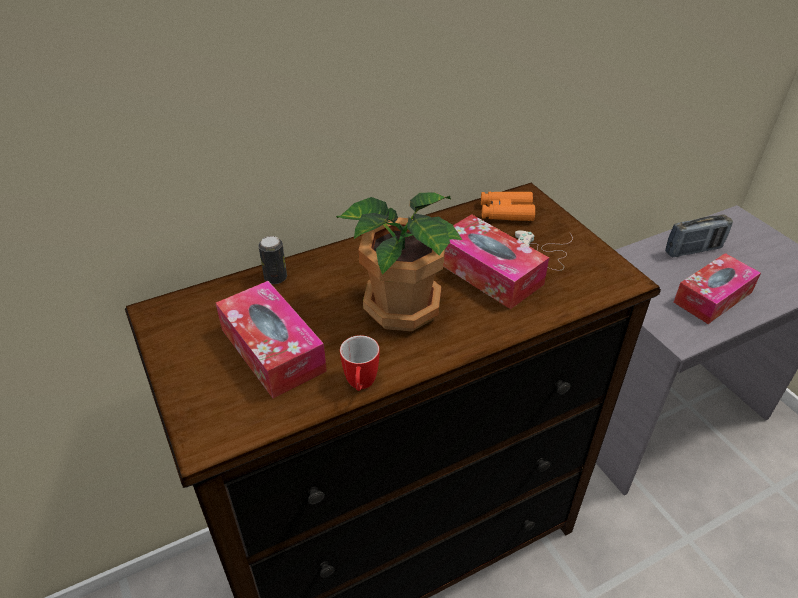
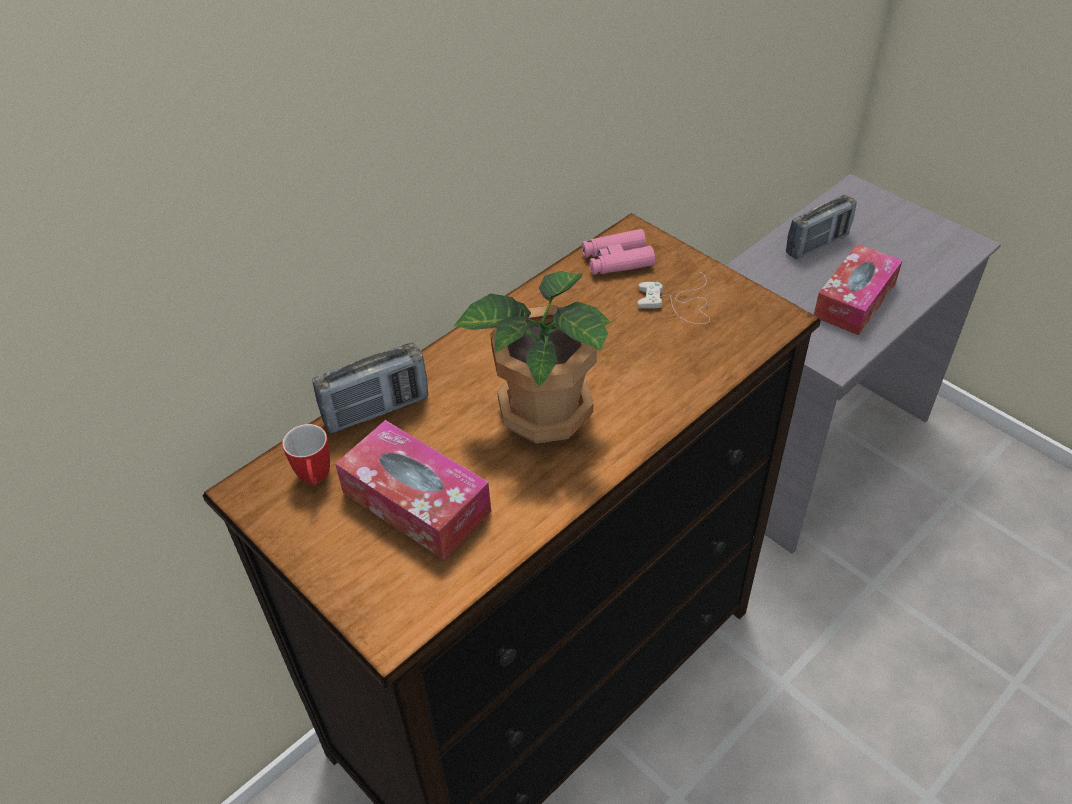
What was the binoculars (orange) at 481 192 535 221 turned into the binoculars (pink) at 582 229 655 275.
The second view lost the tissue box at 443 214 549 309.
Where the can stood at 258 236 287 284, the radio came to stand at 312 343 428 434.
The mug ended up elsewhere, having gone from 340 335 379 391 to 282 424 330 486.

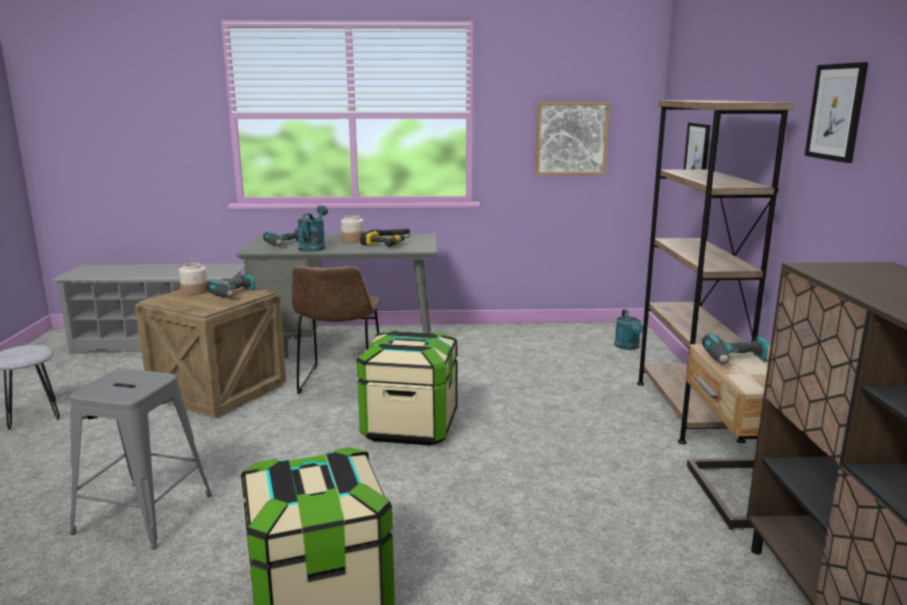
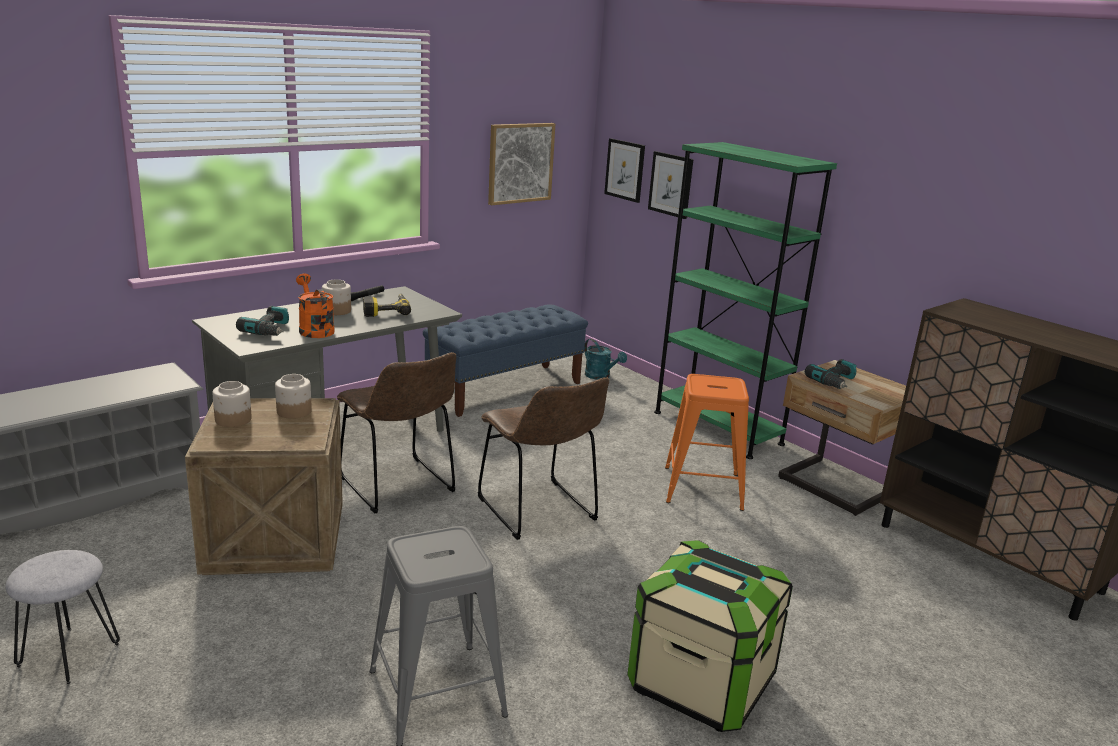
The picture ended up elsewhere, having gone from 805 62 868 163 to 604 138 645 203.
What was the bookcase (brown) at 637 100 794 444 turned into the bookcase (green) at 654 142 837 459.
What was the watering can (turquoise) at 297 206 328 252 turned into the watering can (orange) at 296 273 335 338.
Where the power drill stood at 206 274 256 298, the jar came to stand at 275 374 312 419.
Where the storage box stood at 357 330 457 446, the chair (brown) came to stand at 478 377 609 540.
The second view gained the bench (blue) at 423 304 588 417.
The second view gained the stool (orange) at 665 374 749 511.

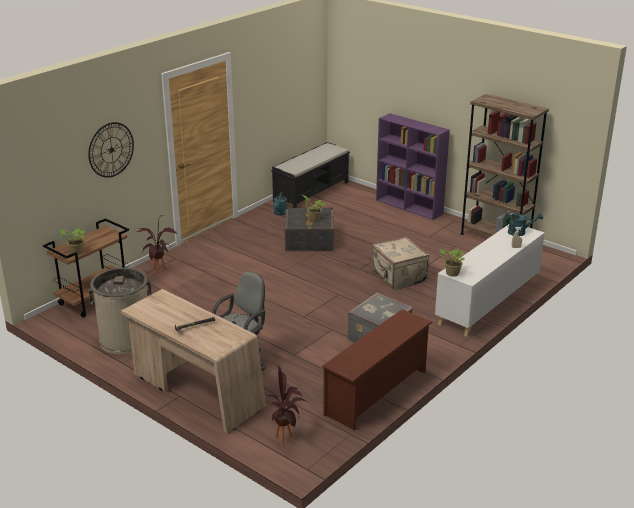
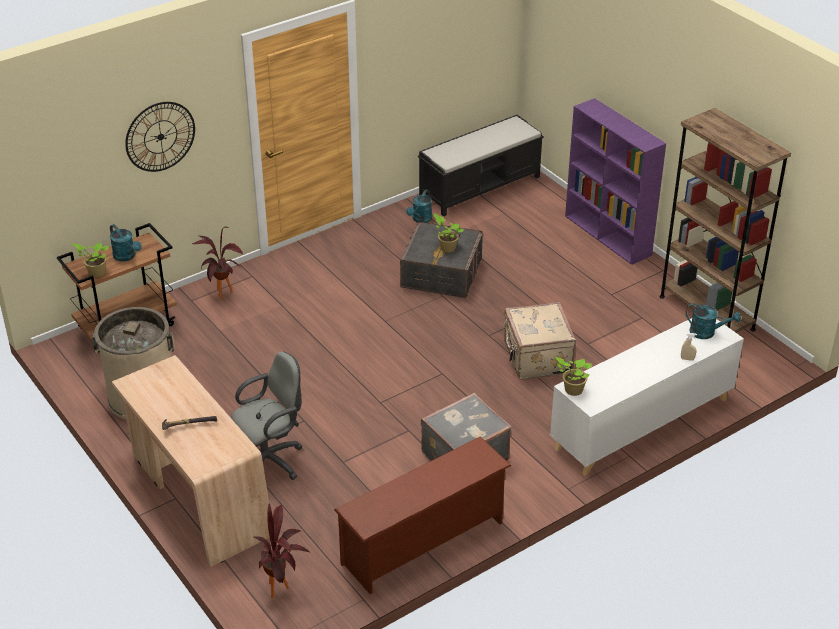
The second view gained the watering can (turquoise) at 110 224 142 262.

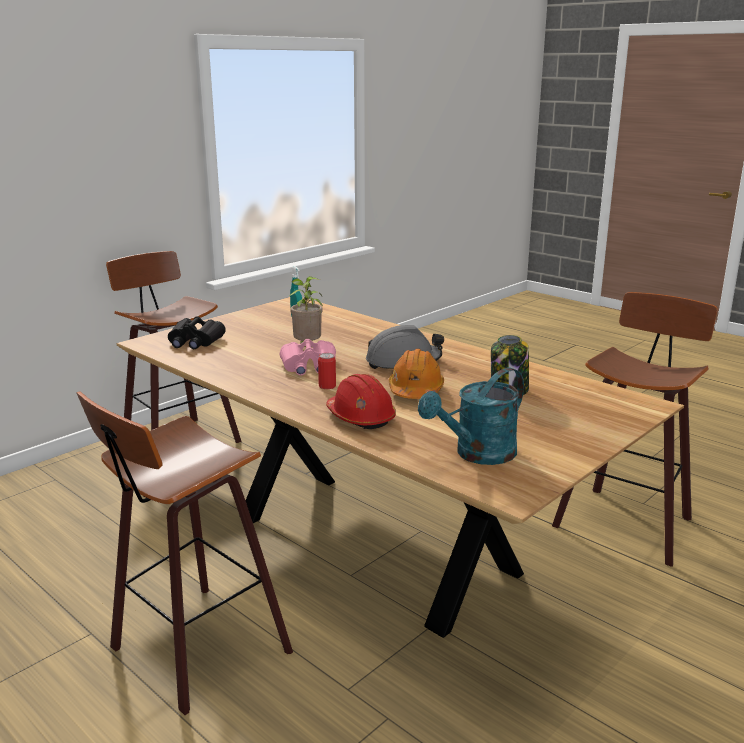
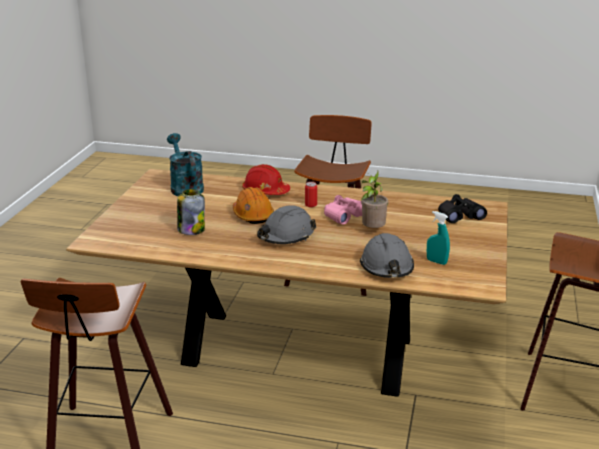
The watering can (turquoise) at 418 367 524 465 ended up facing another way, 45 degrees counterclockwise from before.
The second view gained the hard hat (grey) at 360 233 414 278.

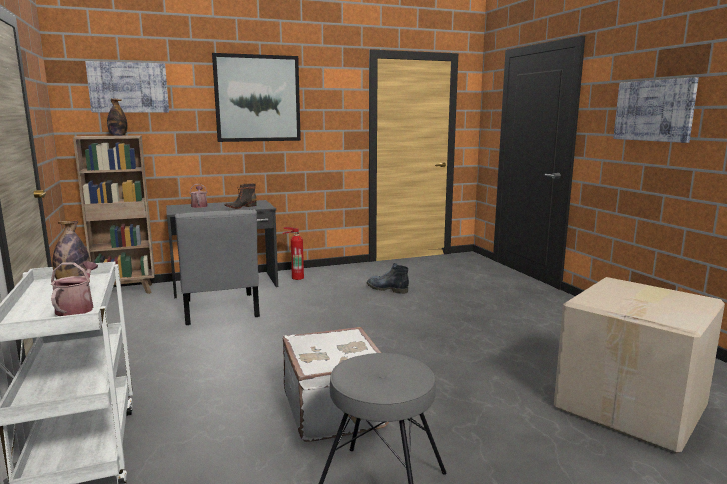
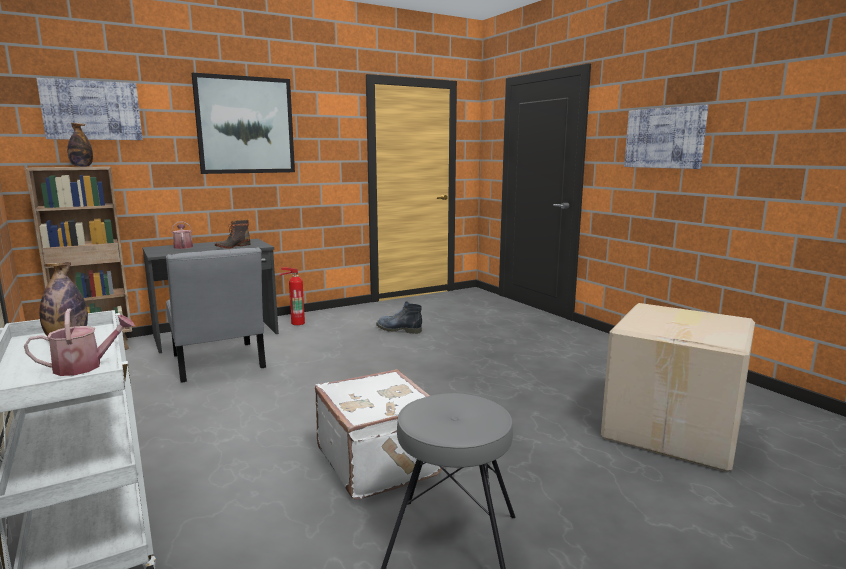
The watering can at 51 262 98 316 ended up facing another way, 75 degrees clockwise from before.

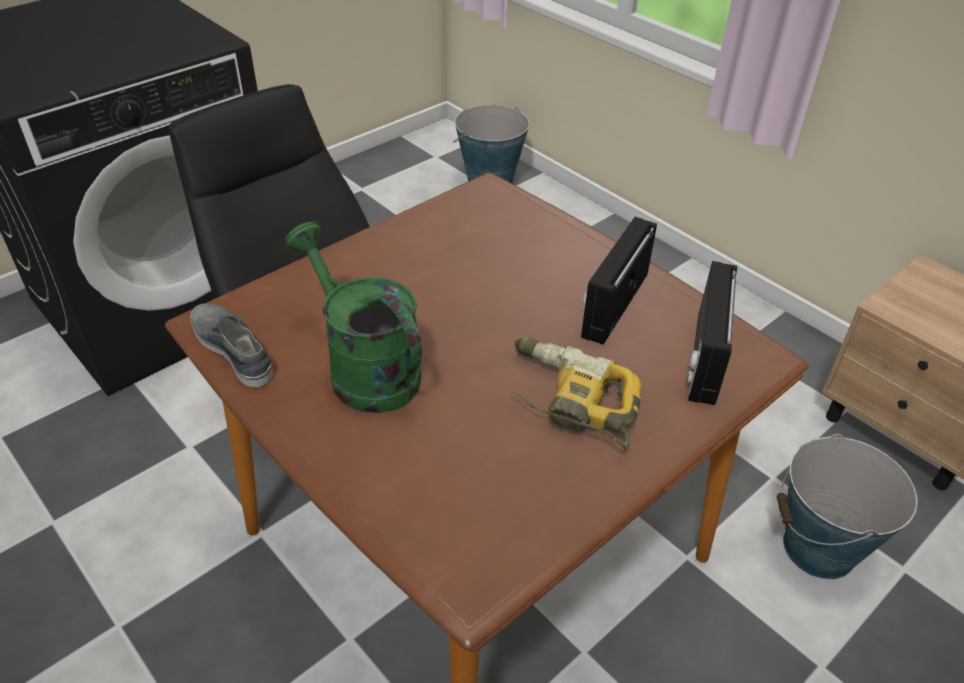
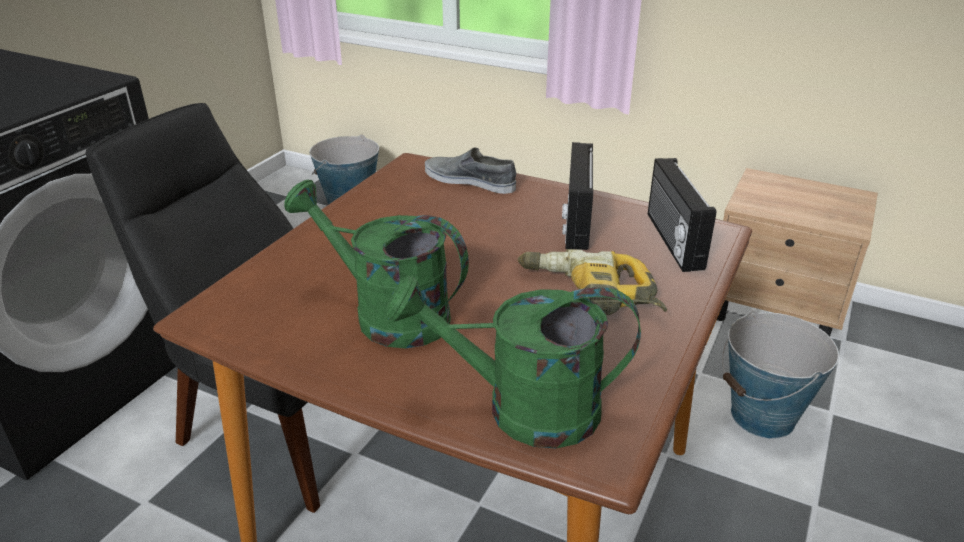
The shoe (grey) ended up elsewhere, having gone from 190 304 273 387 to 425 148 516 194.
The second view gained the watering can (green) at 386 275 641 448.

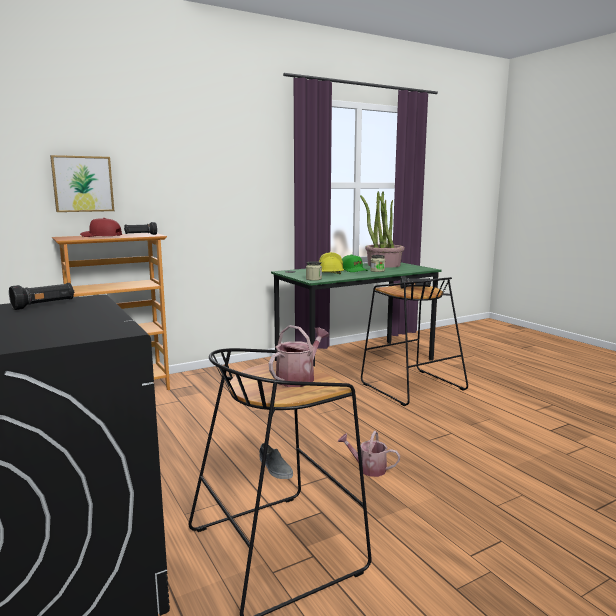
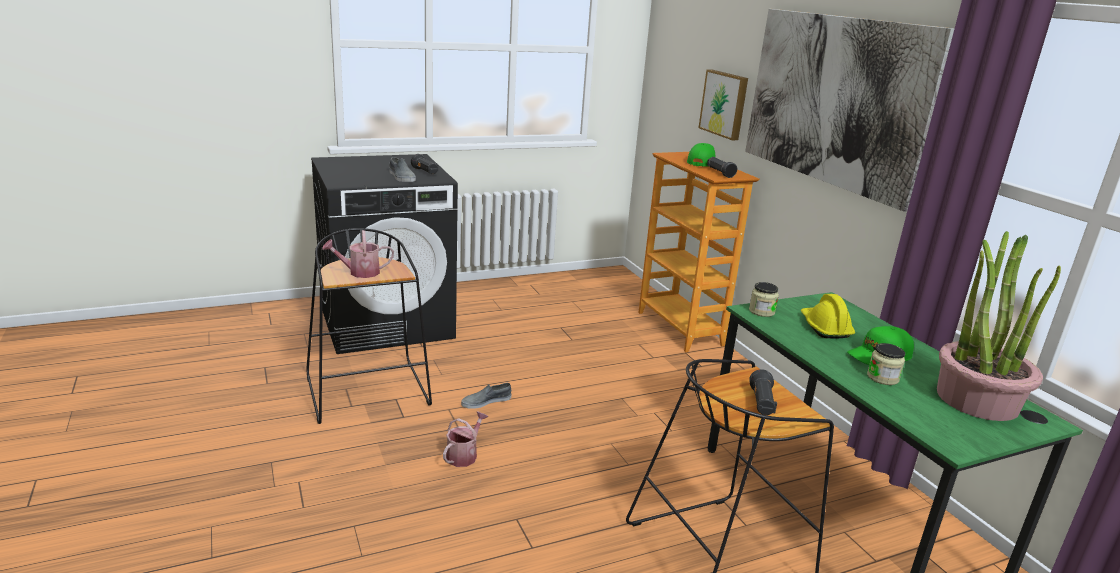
What was the cap (red) at 80 218 122 237 turned into the cap (green) at 687 143 715 167.
The watering can at 269 325 329 387 ended up facing another way, 120 degrees clockwise from before.
The second view gained the picture at 745 9 955 212.
The second view gained the shoe (grey) at 389 157 416 182.

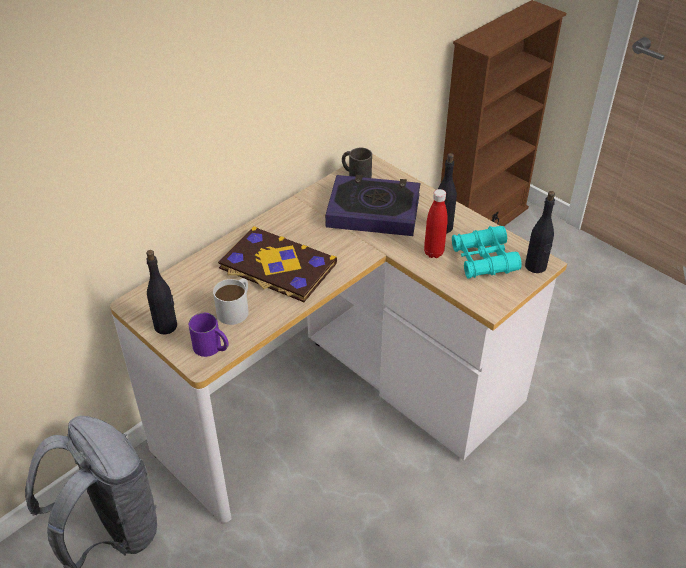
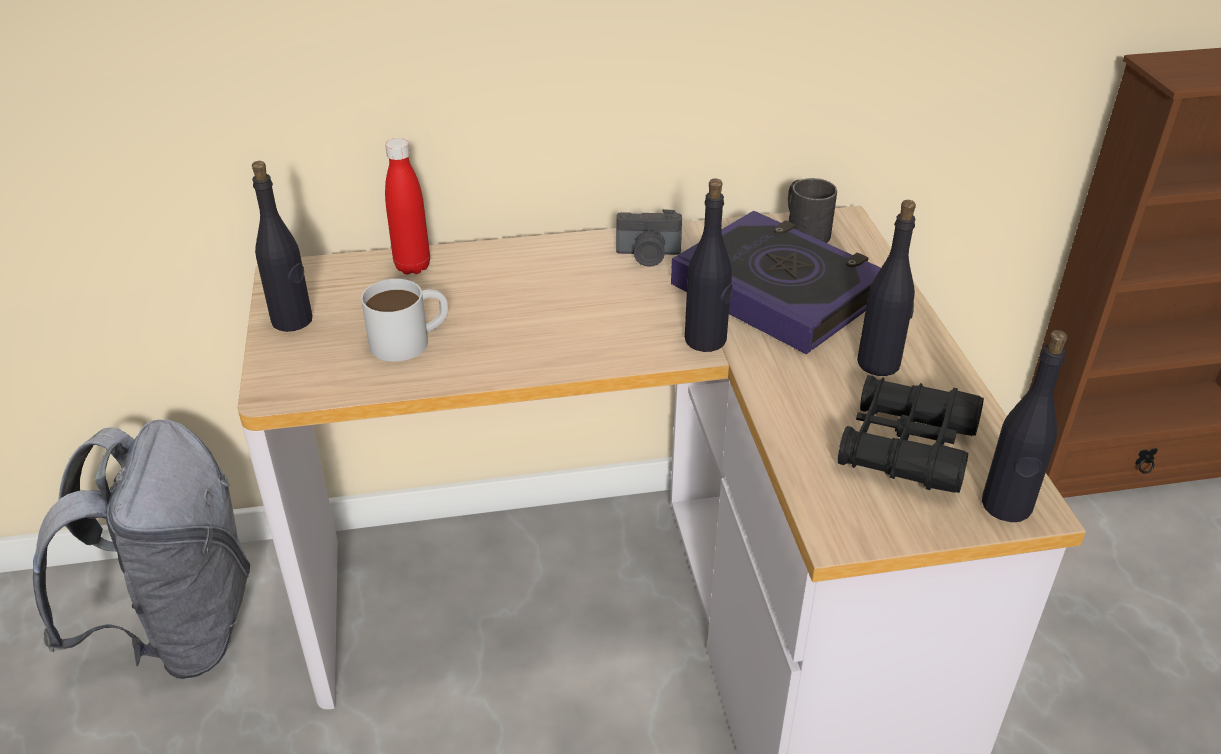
The bottle (red) ended up elsewhere, having gone from 424 189 448 258 to 385 138 430 275.
The second view lost the book at 218 226 337 302.
What was the binoculars (turquoise) at 452 226 522 278 turned into the binoculars (black) at 838 375 984 493.
The second view lost the mug (purple) at 189 313 229 357.
The second view gained the bottle (black) at 685 179 733 352.
The second view gained the photo camera at 616 209 682 267.

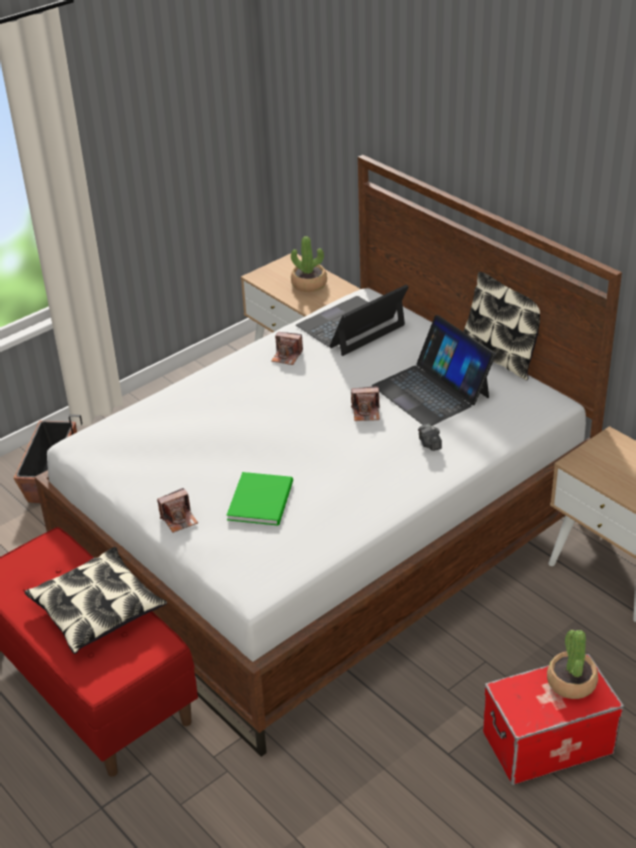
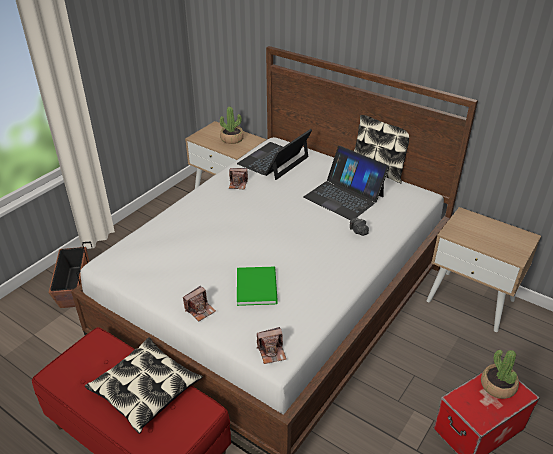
The photo camera ended up elsewhere, having gone from 351 386 380 421 to 257 327 286 364.

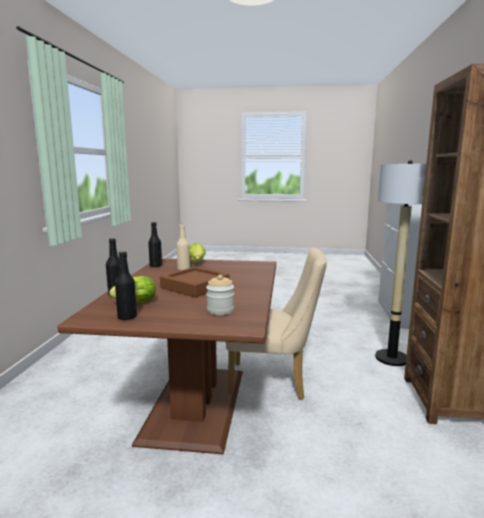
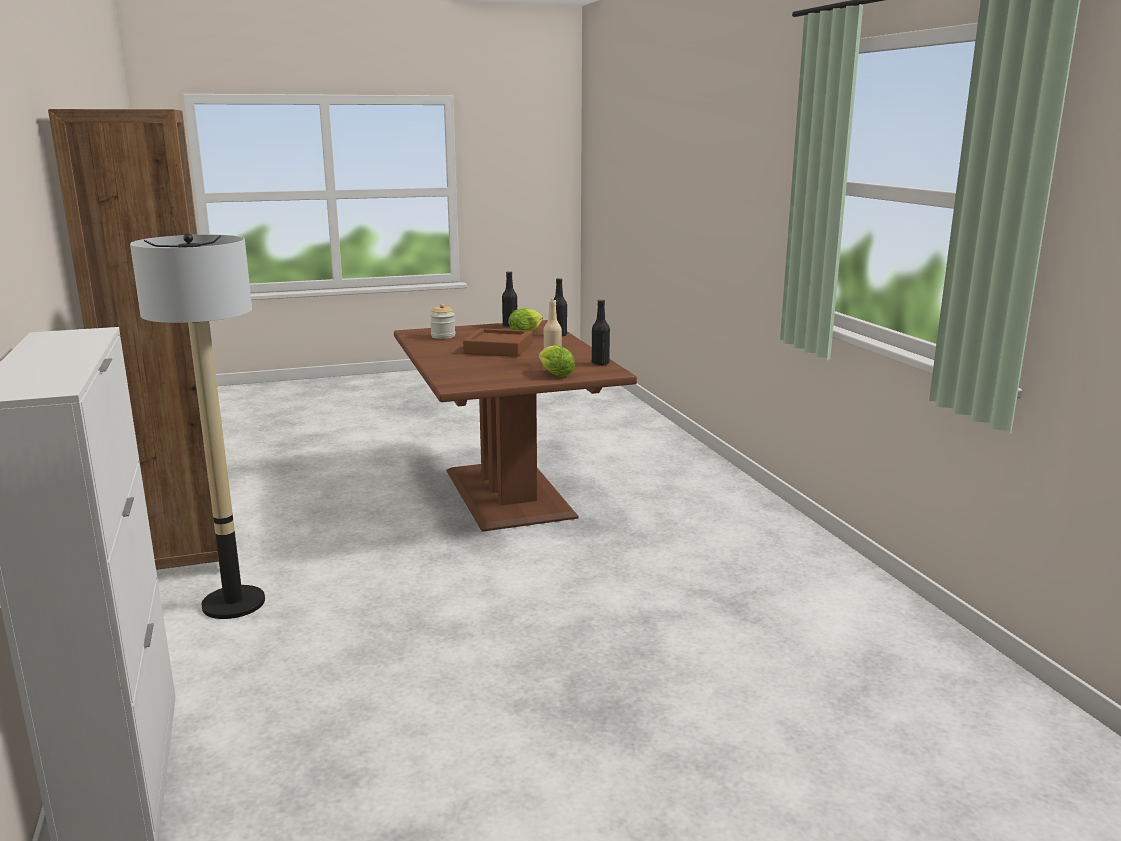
The second view lost the chair (beige) at 226 248 327 400.

